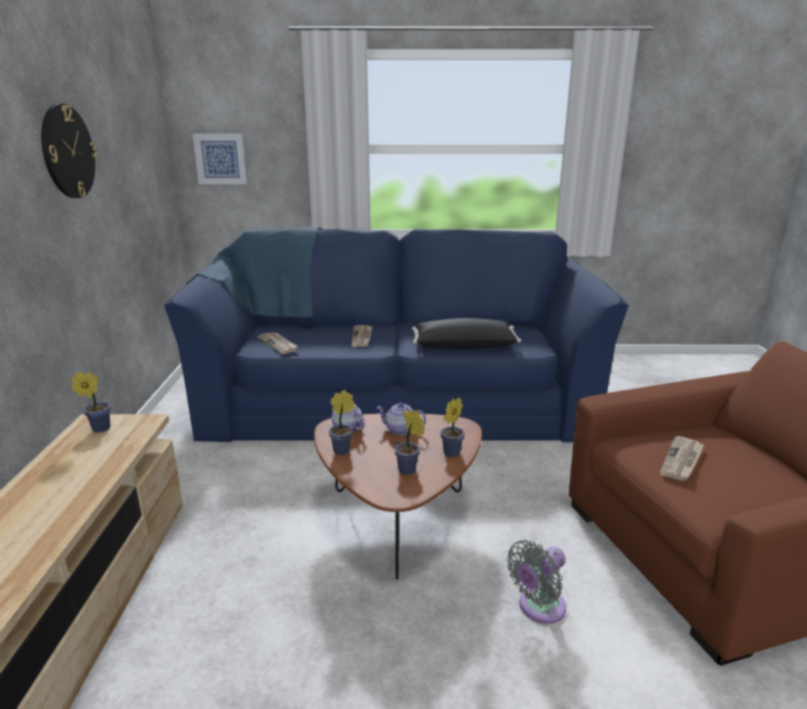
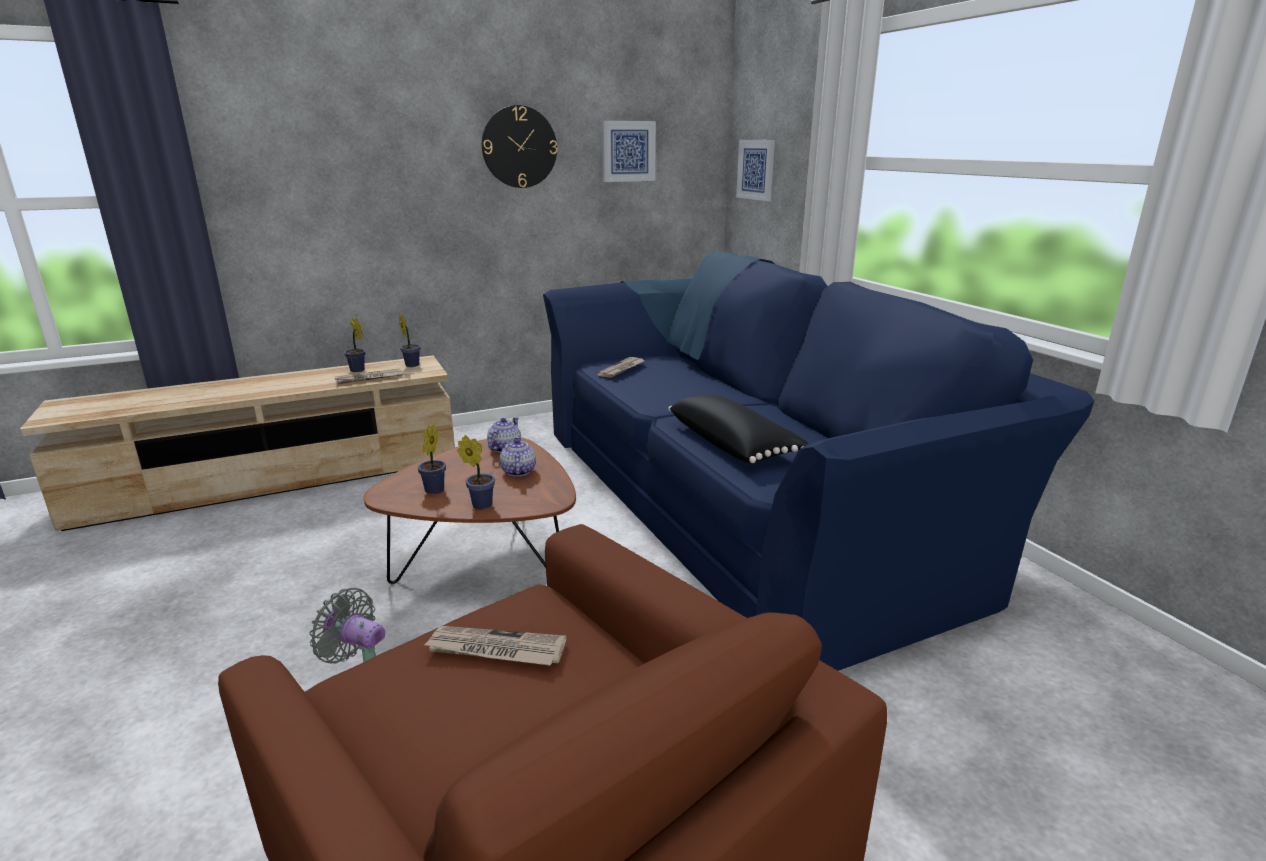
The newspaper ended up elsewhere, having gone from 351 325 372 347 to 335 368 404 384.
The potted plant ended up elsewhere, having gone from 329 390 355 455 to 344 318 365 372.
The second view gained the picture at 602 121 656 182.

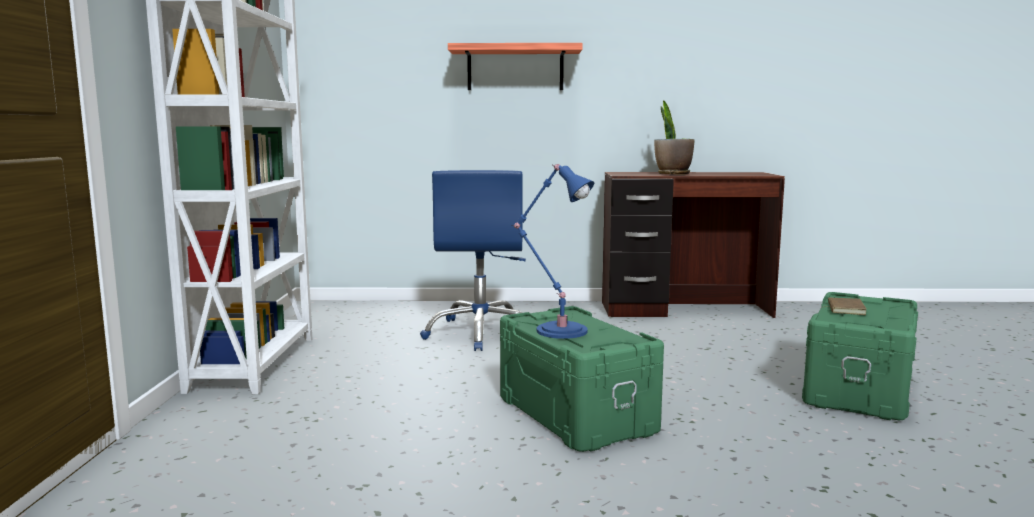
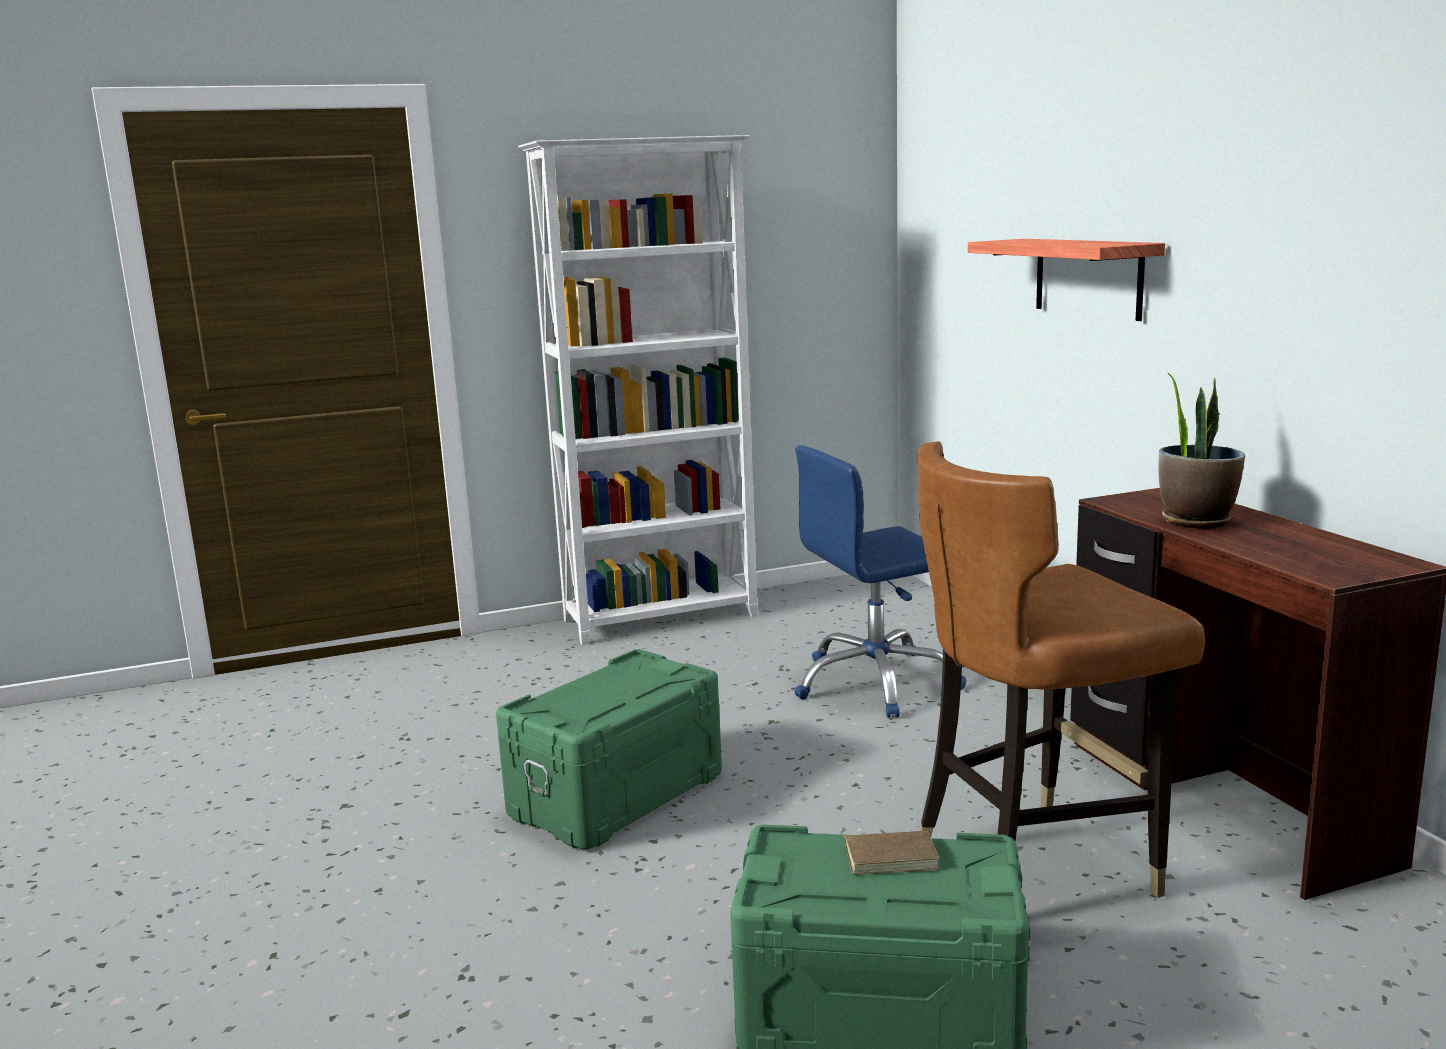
The second view lost the table lamp (blue) at 511 164 594 339.
The second view gained the chair (brown) at 917 441 1205 898.

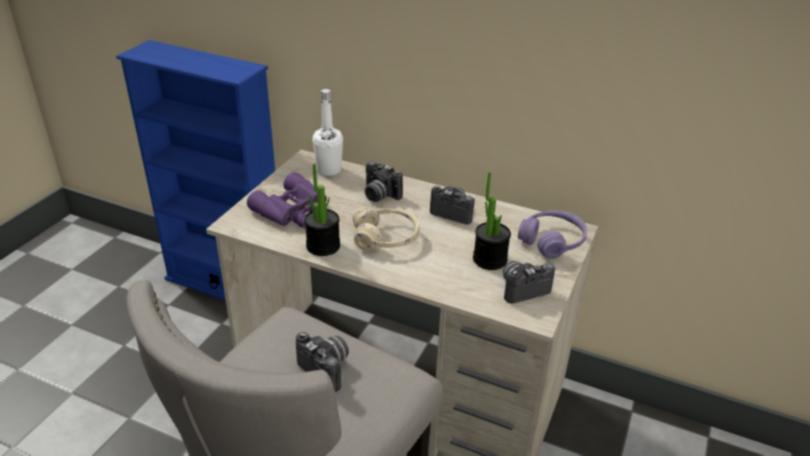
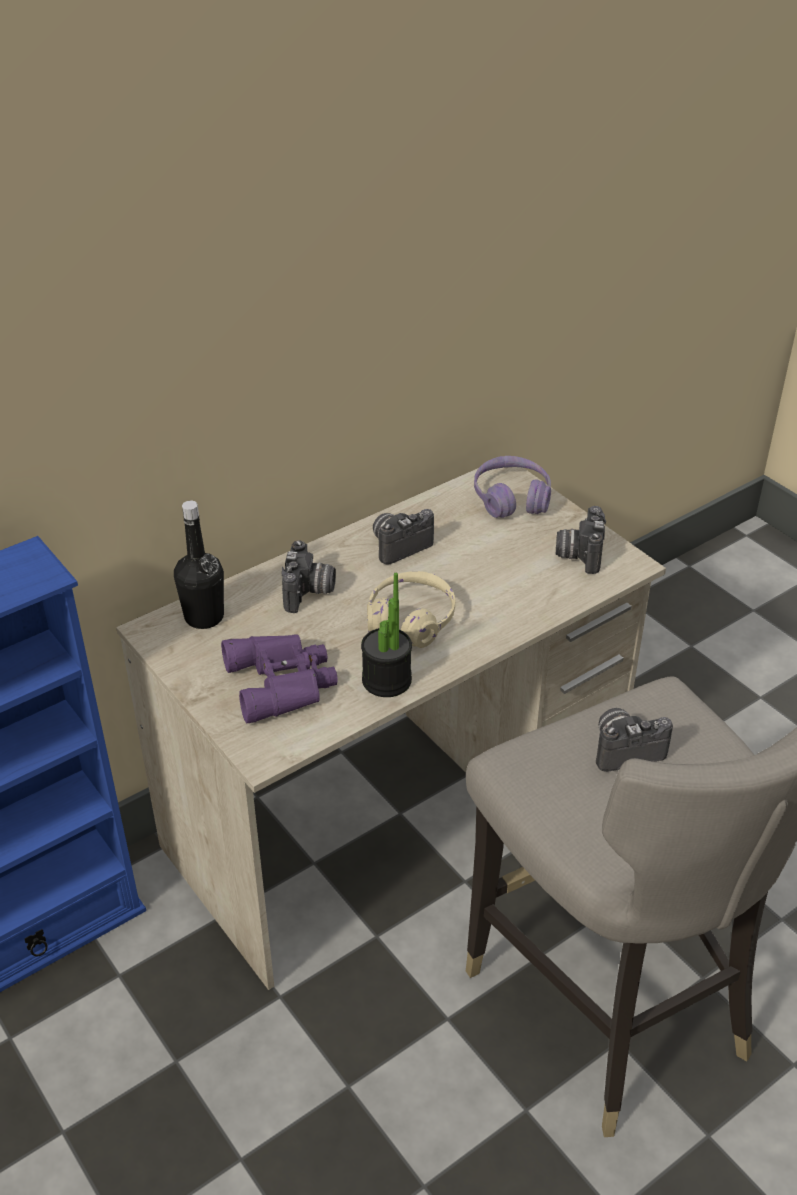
What was the bottle (white) at 312 89 343 176 turned into the bottle (black) at 174 501 224 629.
The photo camera at 365 161 403 202 ended up facing another way, 60 degrees counterclockwise from before.
The second view lost the potted plant at 473 172 511 270.

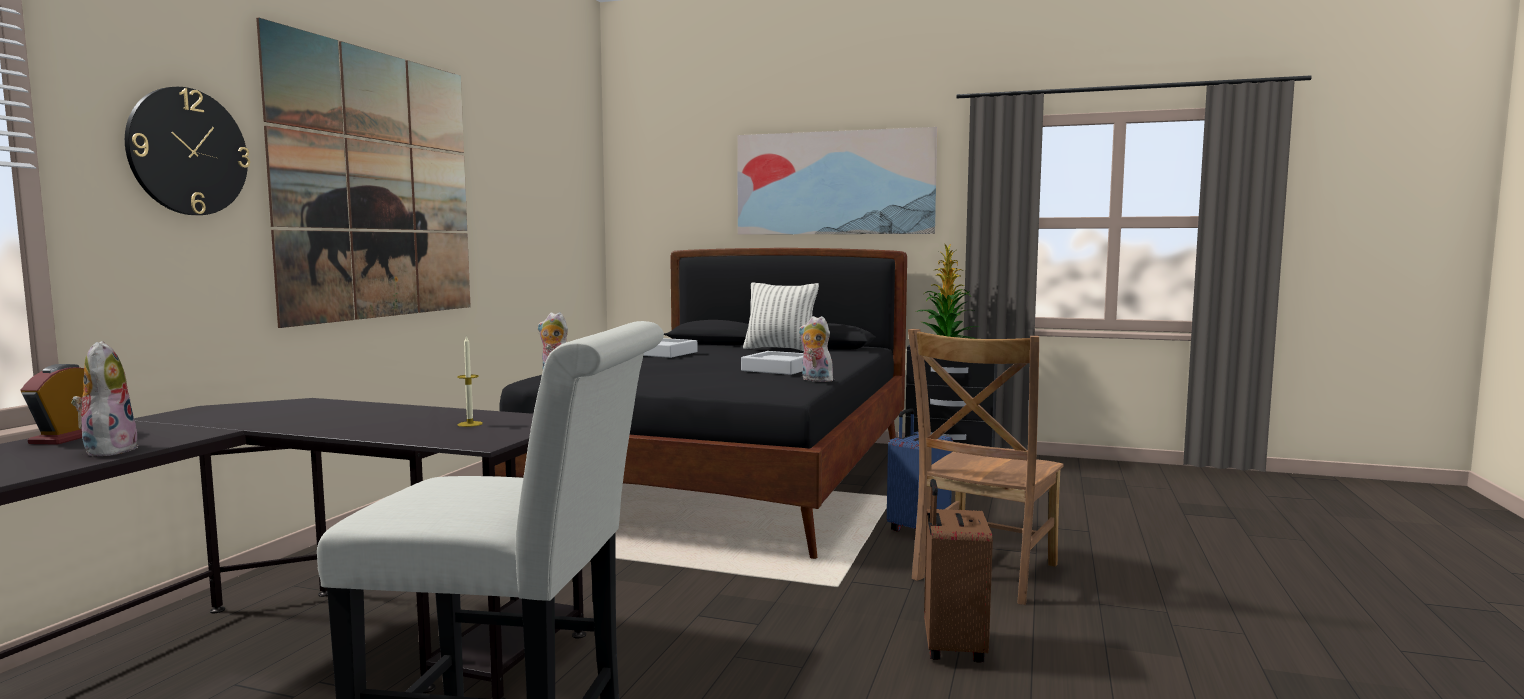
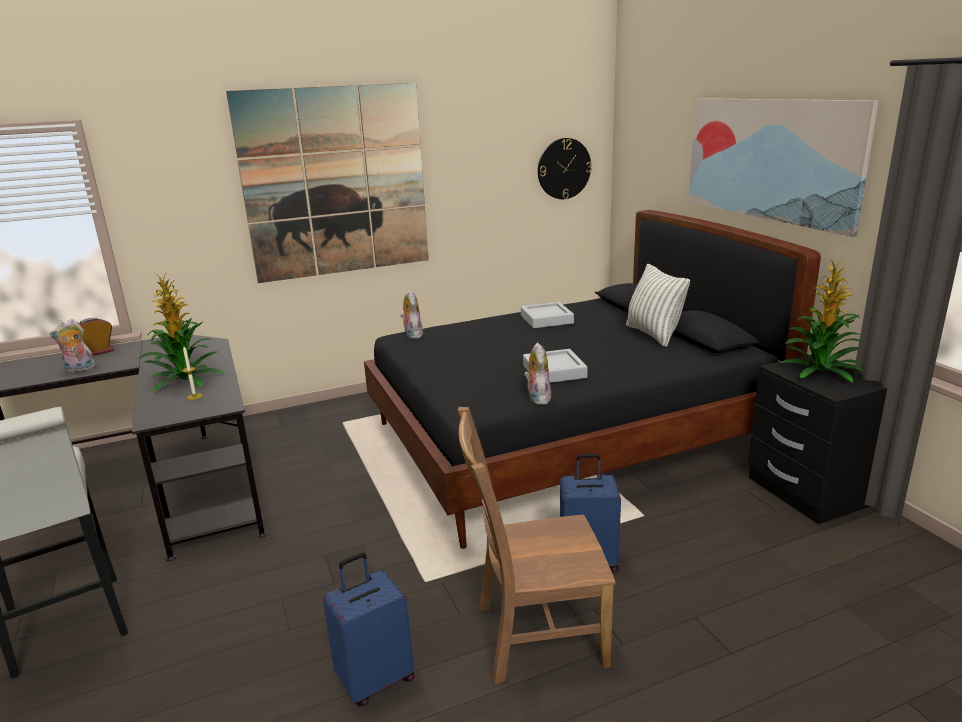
The wall clock ended up elsewhere, having gone from 125 87 250 215 to 538 138 592 199.
The plush toy at 71 341 138 456 ended up facing another way, 135 degrees counterclockwise from before.
What was the suitcase (brown) at 924 479 993 663 turned into the suitcase (blue) at 323 553 414 706.
The second view gained the potted plant at 138 272 225 391.

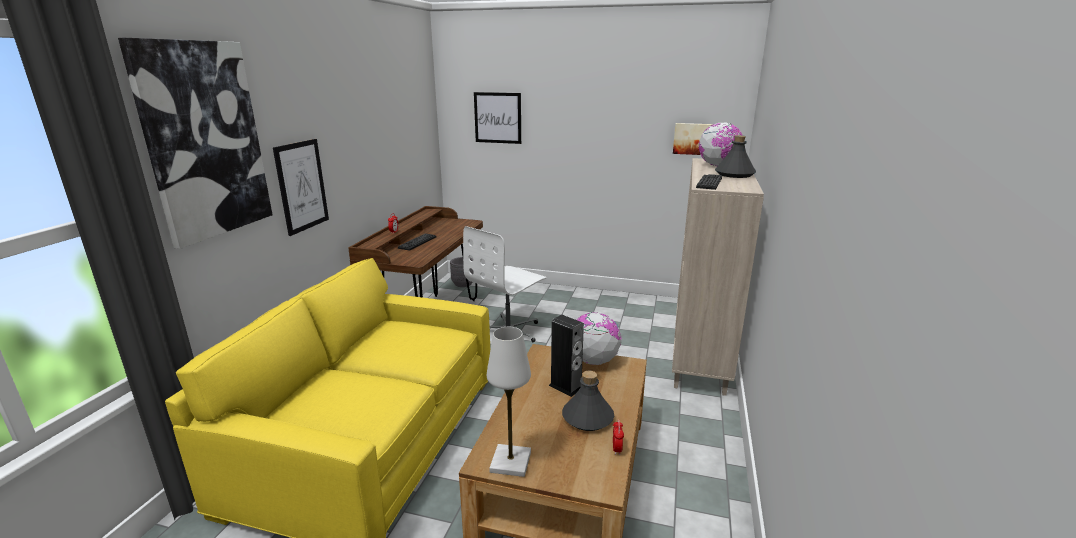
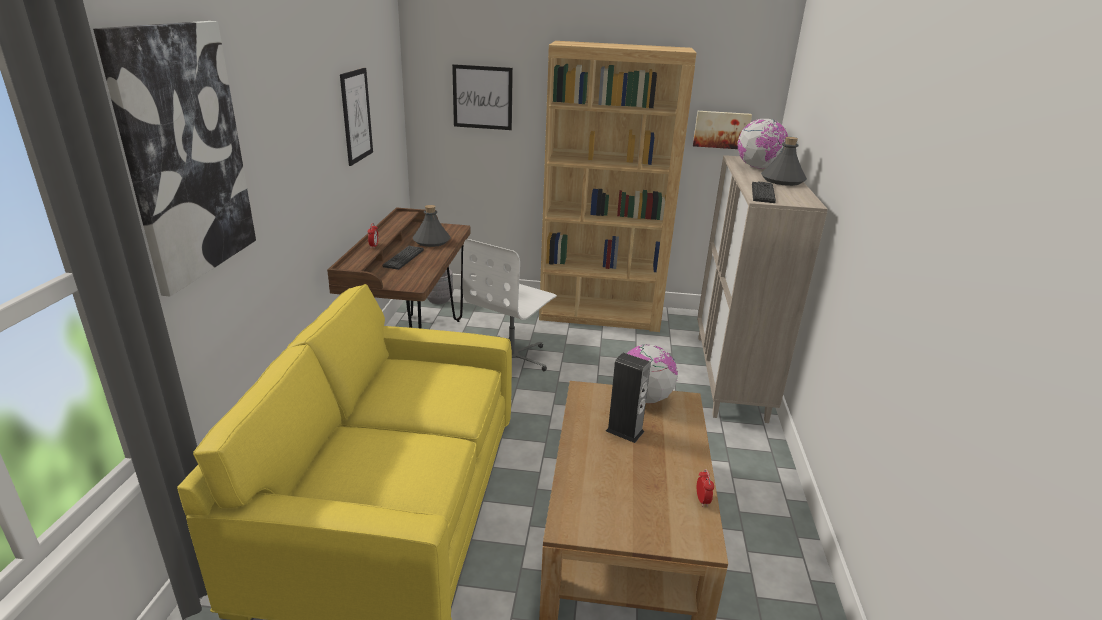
The picture ended up elsewhere, having gone from 273 139 329 236 to 340 68 373 166.
The second view lost the table lamp (white) at 487 327 531 477.
The bottle (grey) ended up elsewhere, having gone from 562 370 614 431 to 413 205 450 247.
The second view gained the bookcase (brown) at 539 41 697 332.

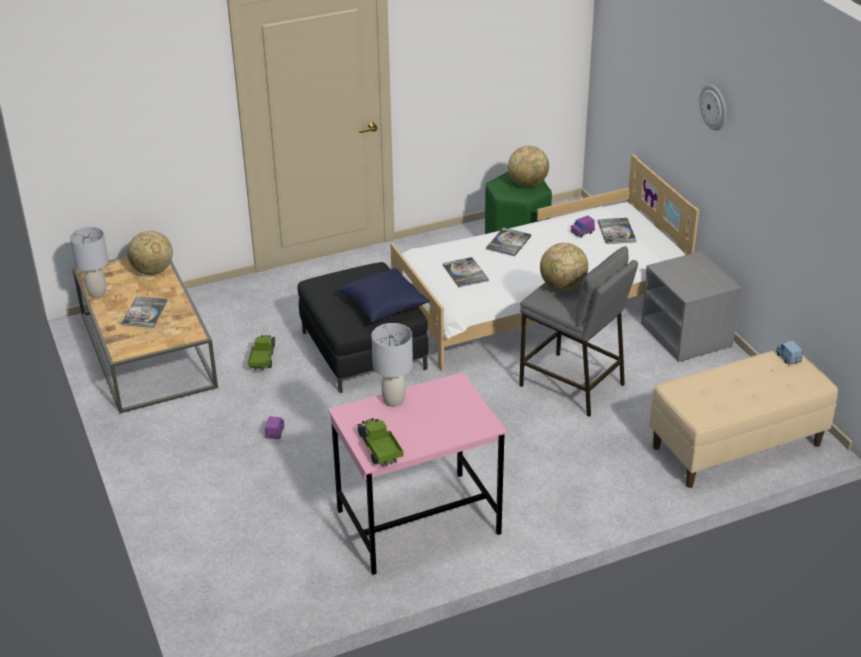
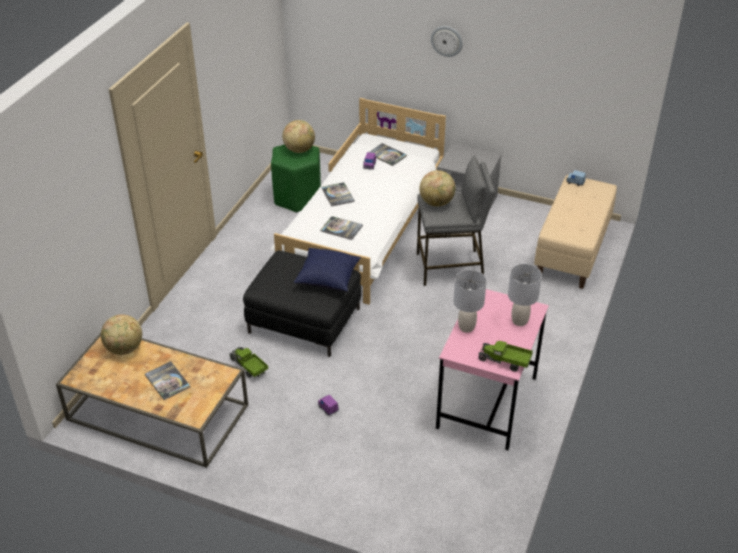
The table lamp (grey) ended up elsewhere, having gone from 70 227 108 298 to 508 264 542 326.

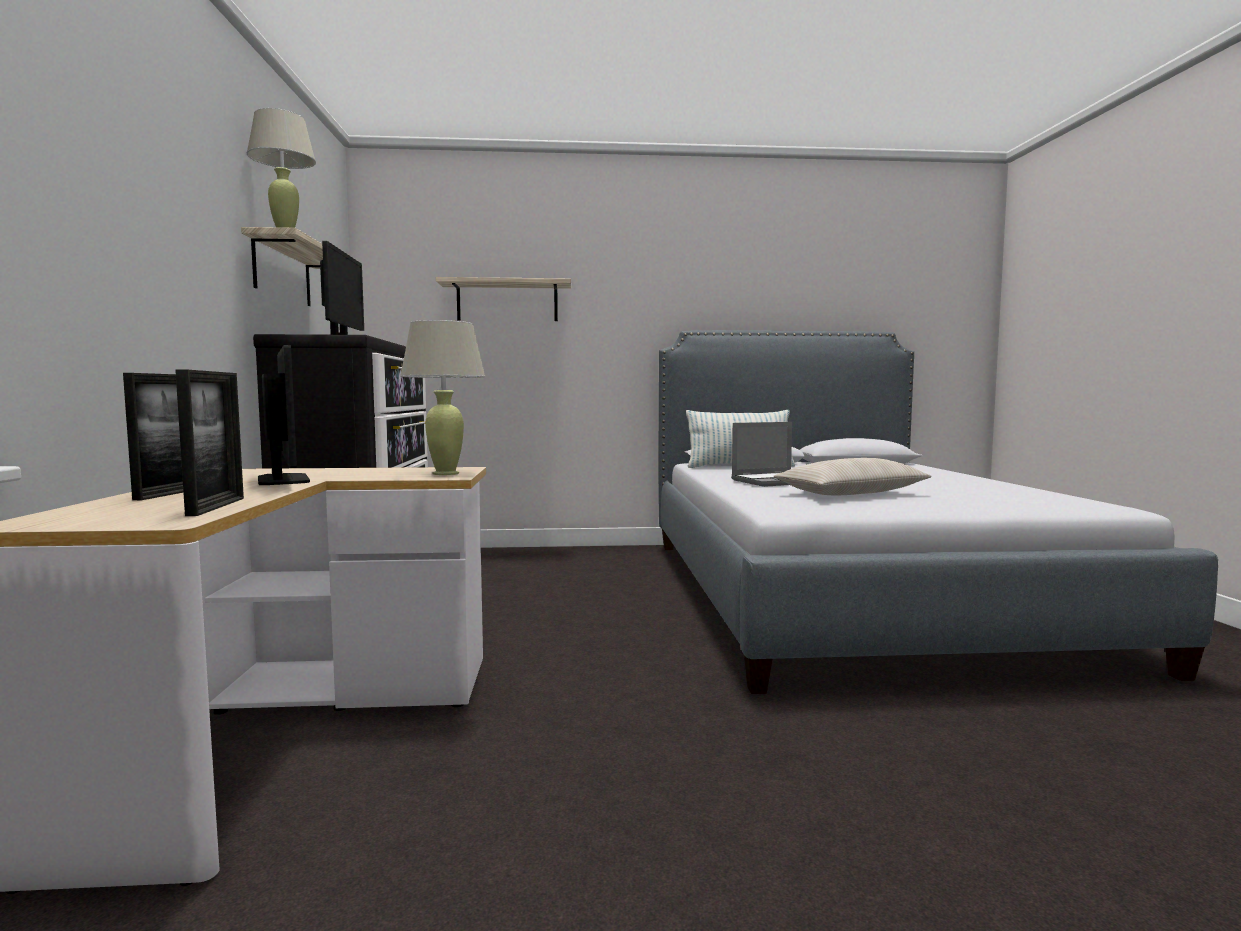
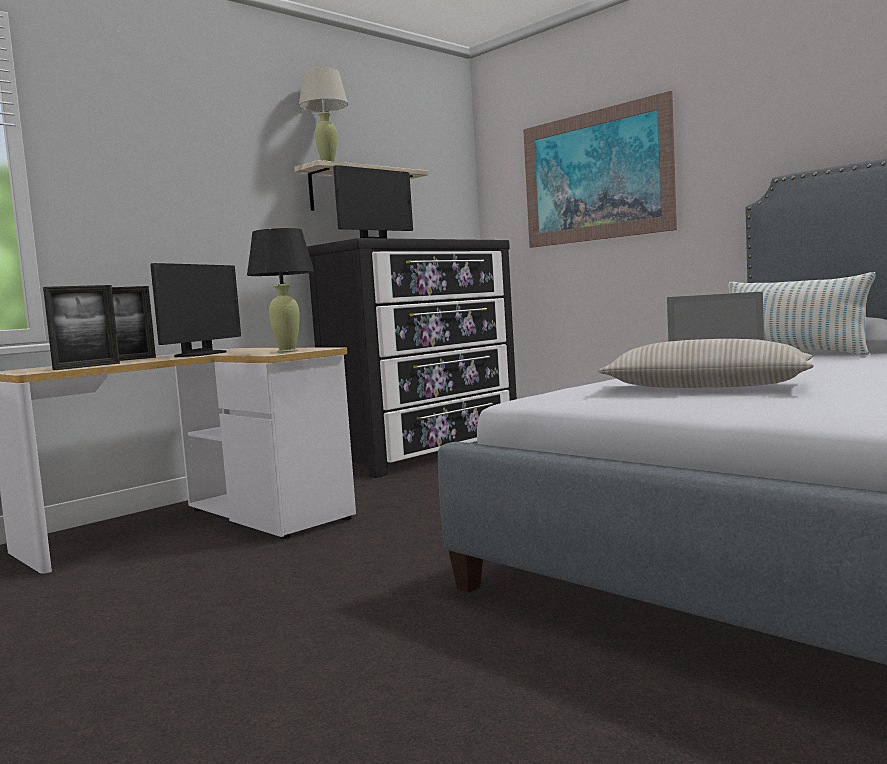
Where the shelf hung at 436 277 571 321, the picture came to hang at 523 91 677 248.
What was the table lamp (beige) at 400 320 486 475 turned into the table lamp (black) at 247 228 314 353.

